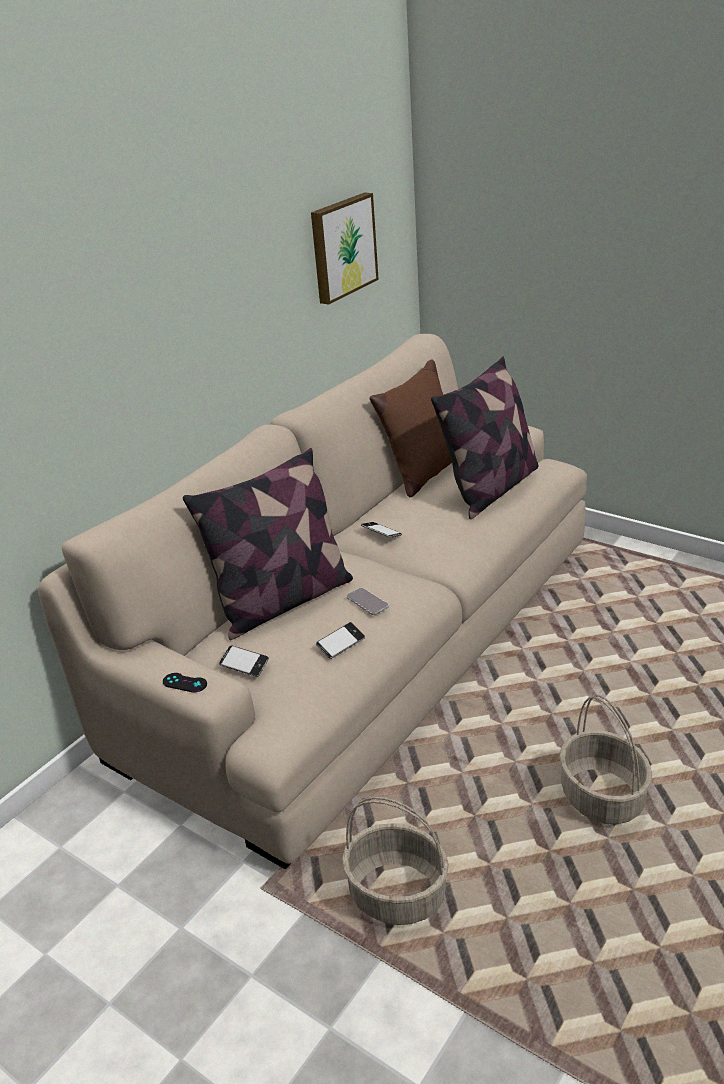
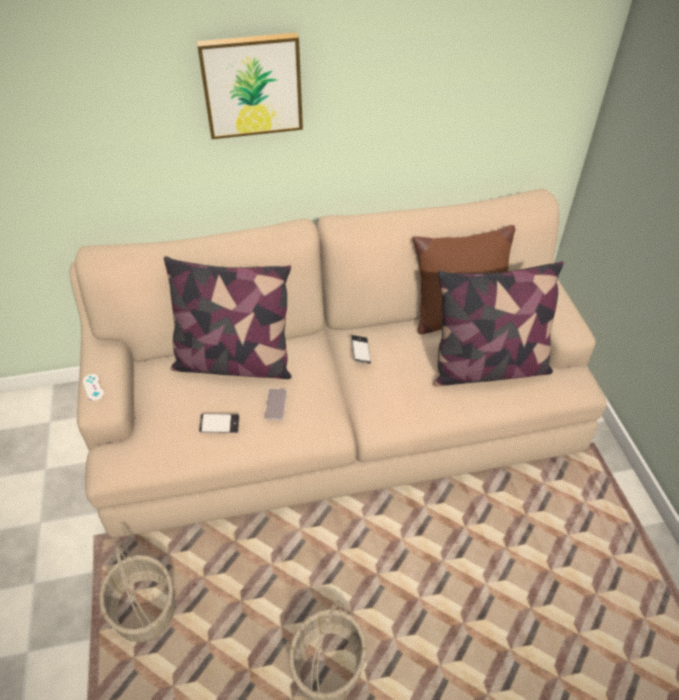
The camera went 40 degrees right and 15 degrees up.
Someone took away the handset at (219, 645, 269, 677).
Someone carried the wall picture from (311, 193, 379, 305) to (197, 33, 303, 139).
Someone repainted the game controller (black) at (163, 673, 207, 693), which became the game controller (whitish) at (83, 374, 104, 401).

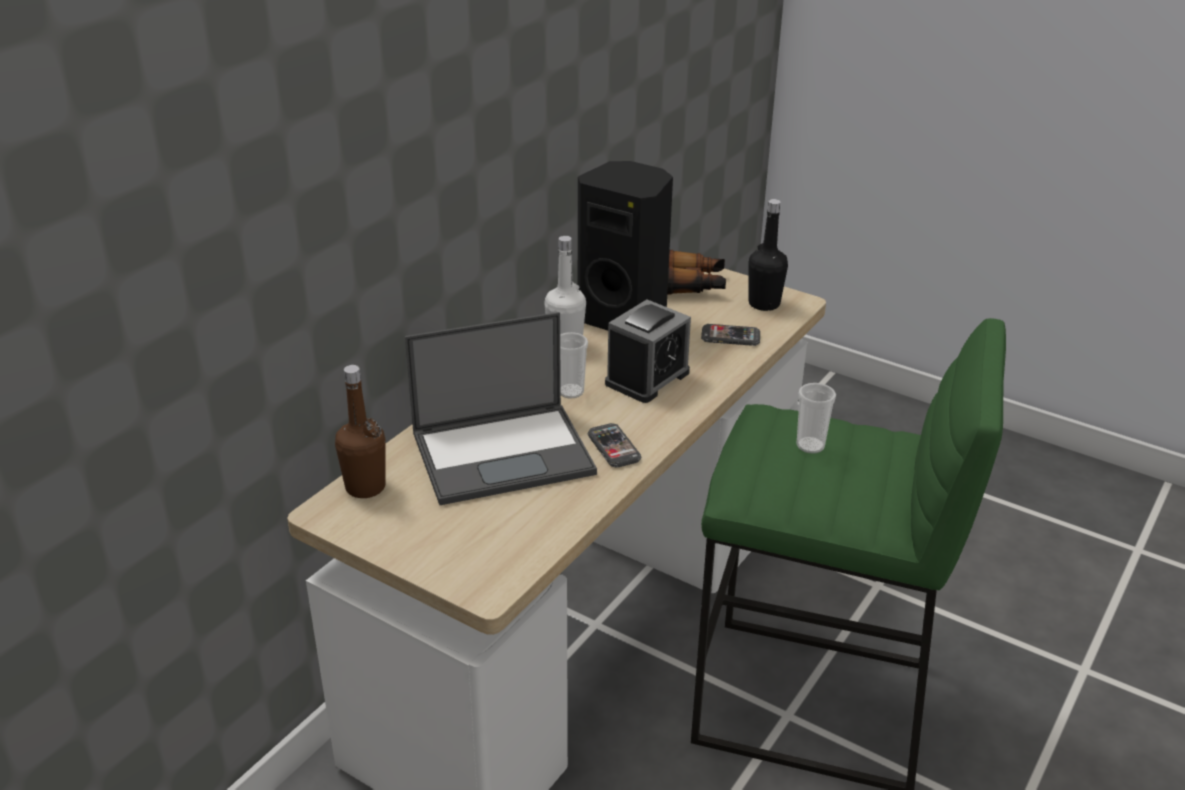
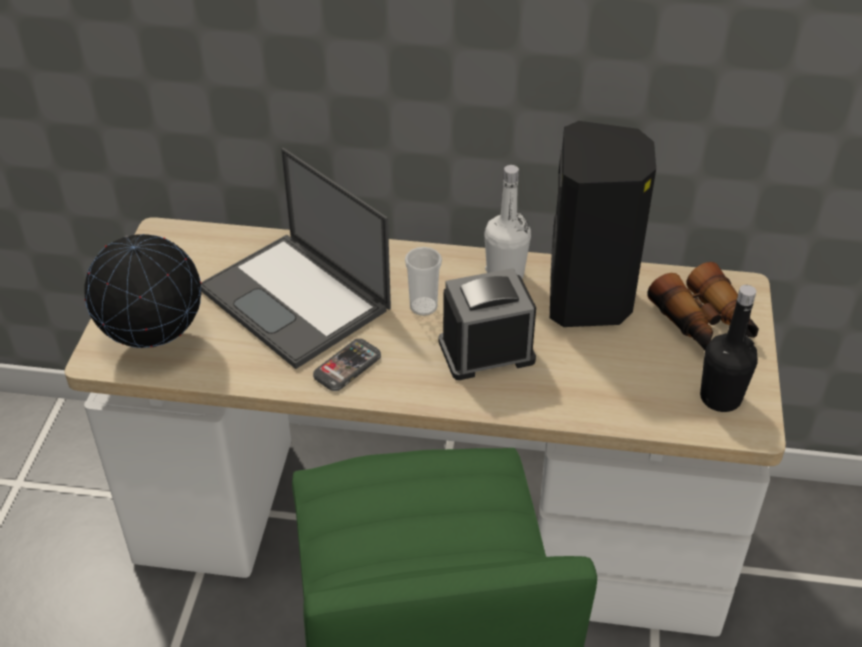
The camera went 65 degrees right and 10 degrees up.
Someone took away the drink bottle (brownish) at (335, 365, 385, 498).
Someone took away the handset at (701, 324, 760, 346).
Someone took away the small cup at (797, 383, 836, 454).
Someone put down the desk globe at (84, 234, 202, 348).
Someone rotated the table clock at (605, 300, 691, 403) by 150 degrees clockwise.

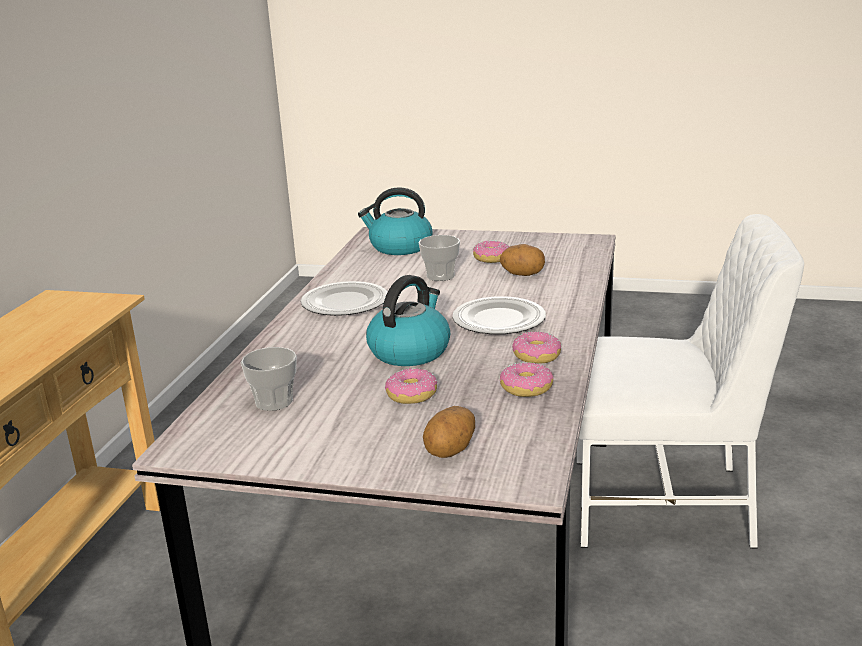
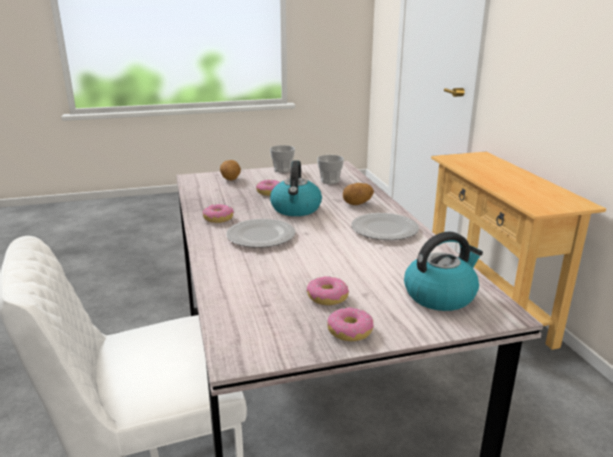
The camera went 150 degrees right and 0 degrees up.
Someone carried the small cup from (418, 235, 460, 281) to (270, 145, 295, 173).
Someone carried the whole potato from (500, 244, 545, 276) to (343, 183, 374, 205).
Someone carried the doughnut from (500, 363, 554, 397) to (327, 307, 374, 341).

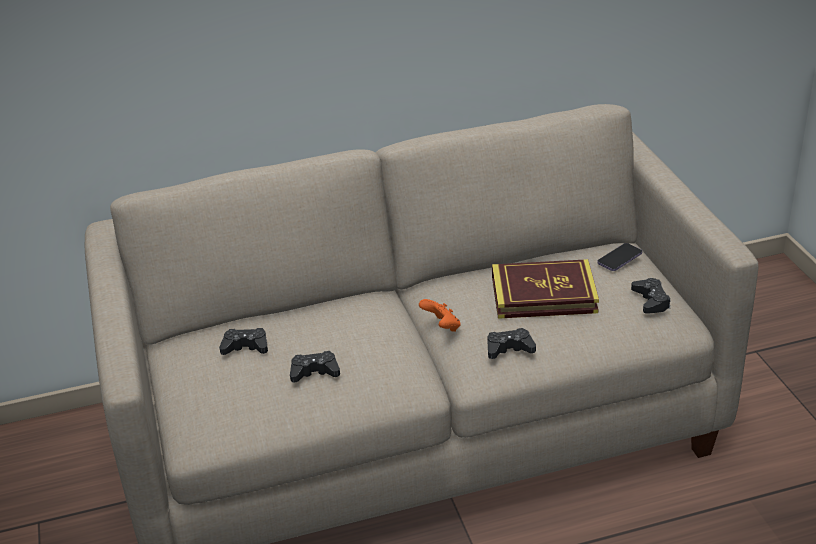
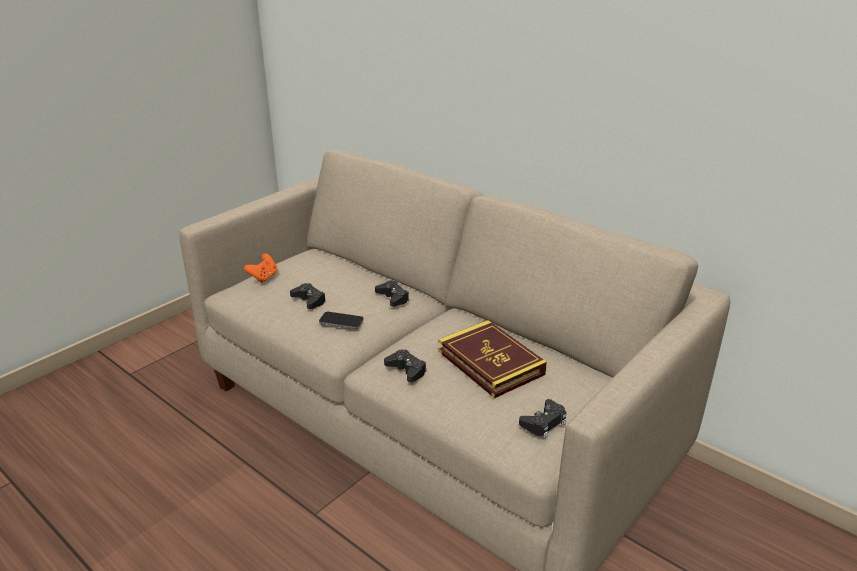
The camera went 55 degrees right and 5 degrees down.
Someone carried the game controller (black) from (219, 328, 268, 355) to (375, 281, 409, 307).
Someone carried the game controller (orangey) from (419, 299, 461, 332) to (244, 253, 277, 283).
Someone carried the handset from (597, 243, 642, 271) to (319, 312, 364, 329).

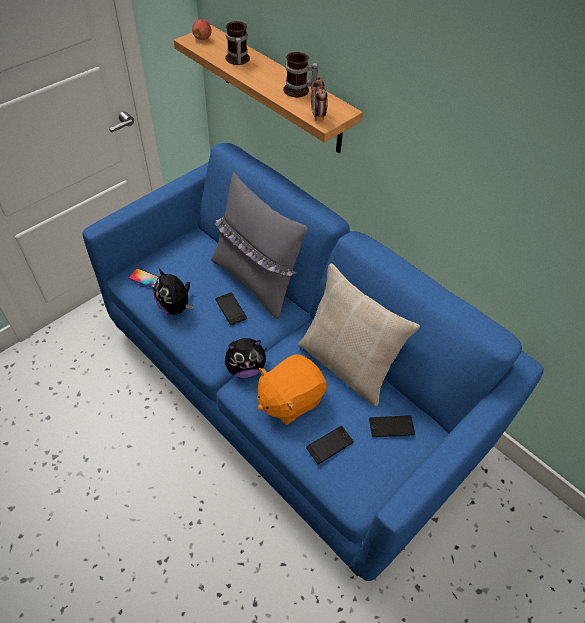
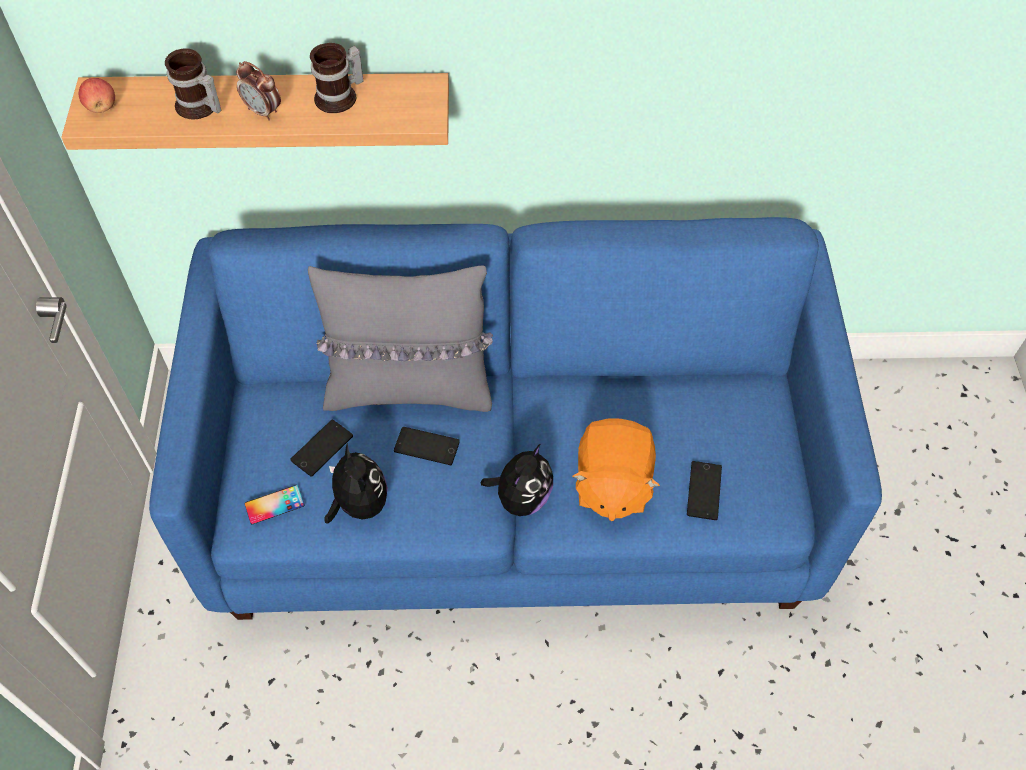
The camera went 45 degrees left and 5 degrees up.
Someone took away the pillow (sand-coloured) at (298, 264, 420, 407).
Someone carried the table clock from (311, 77, 328, 121) to (236, 61, 281, 121).
Someone carried the handset from (369, 415, 415, 437) to (290, 420, 353, 477).
Someone rotated the cuddly toy at (154, 268, 194, 315) by 120 degrees counterclockwise.

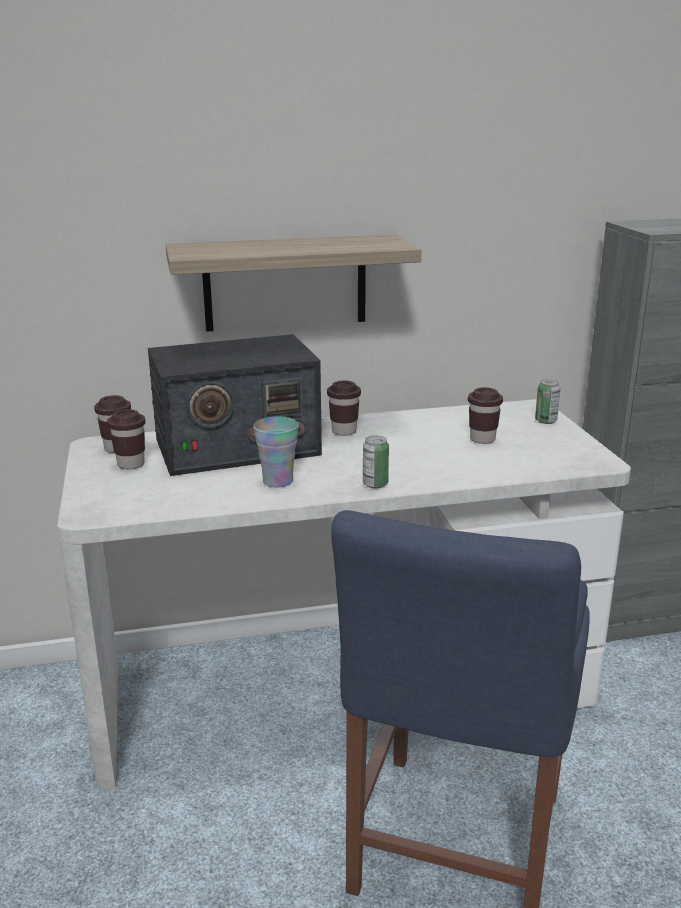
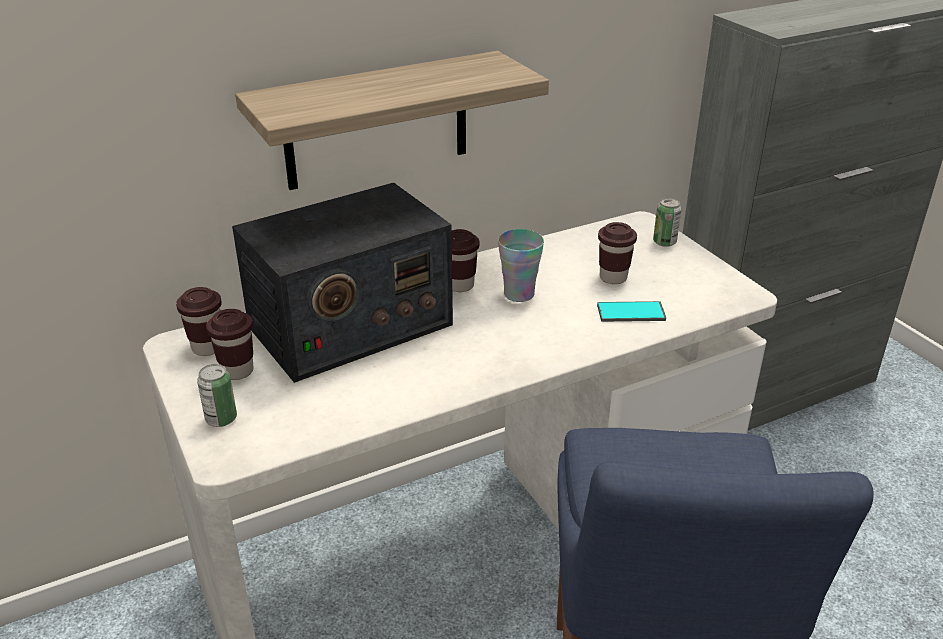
The camera went 15 degrees left and 10 degrees up.
Someone put down the handset at (597, 301, 666, 322).
Someone carried the small cup from (254, 416, 298, 487) to (498, 229, 544, 302).
Someone carried the sealed can from (363, 436, 389, 488) to (197, 364, 237, 427).

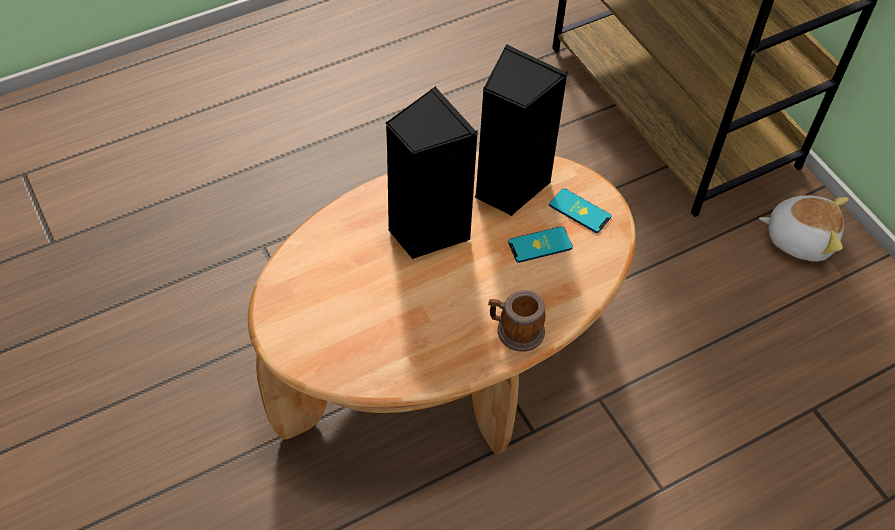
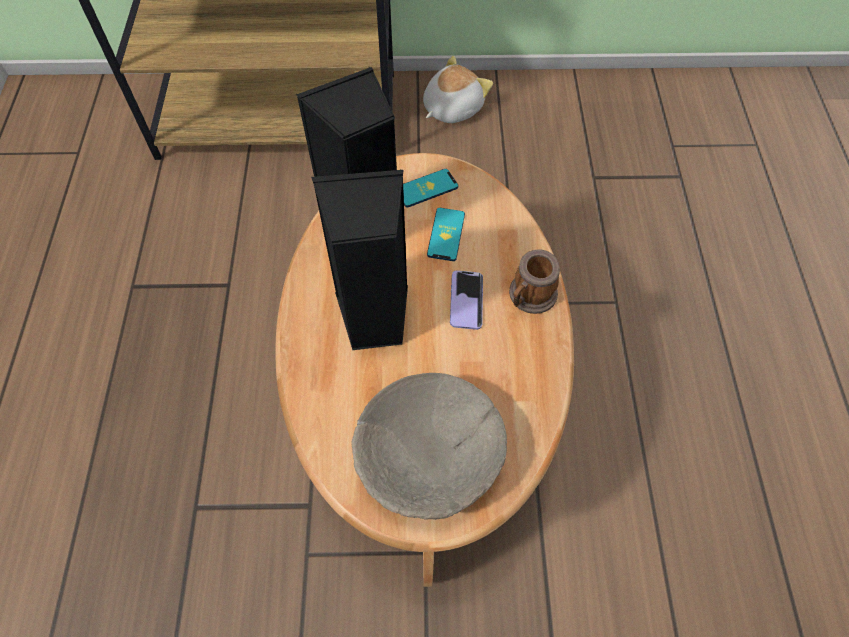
The camera went 60 degrees left and 5 degrees up.
Someone put down the deep dish (sand-coloured) at (351, 373, 507, 520).
Someone put down the handset at (450, 270, 483, 330).

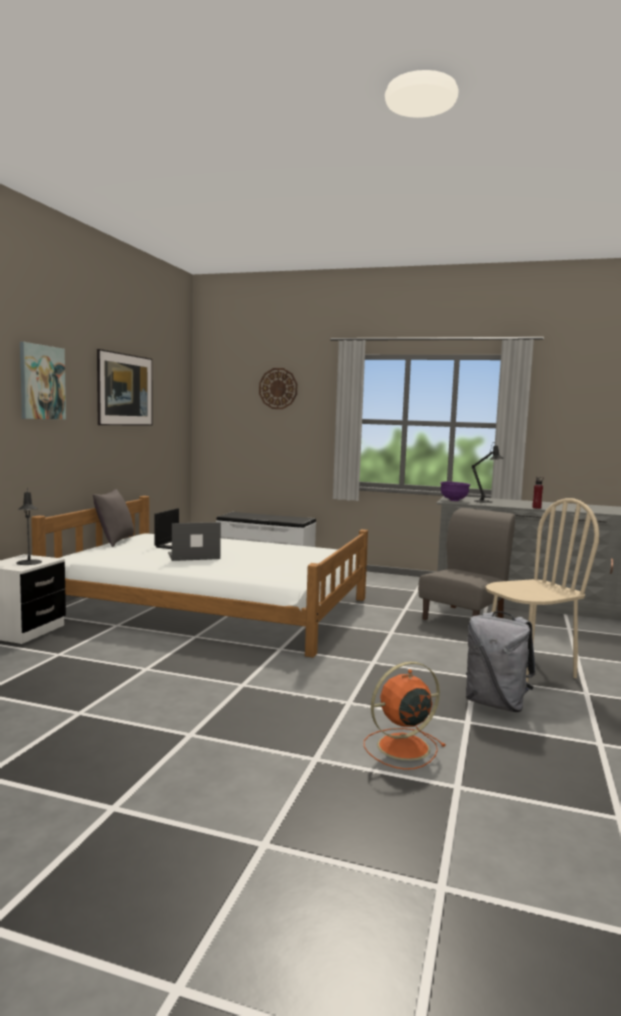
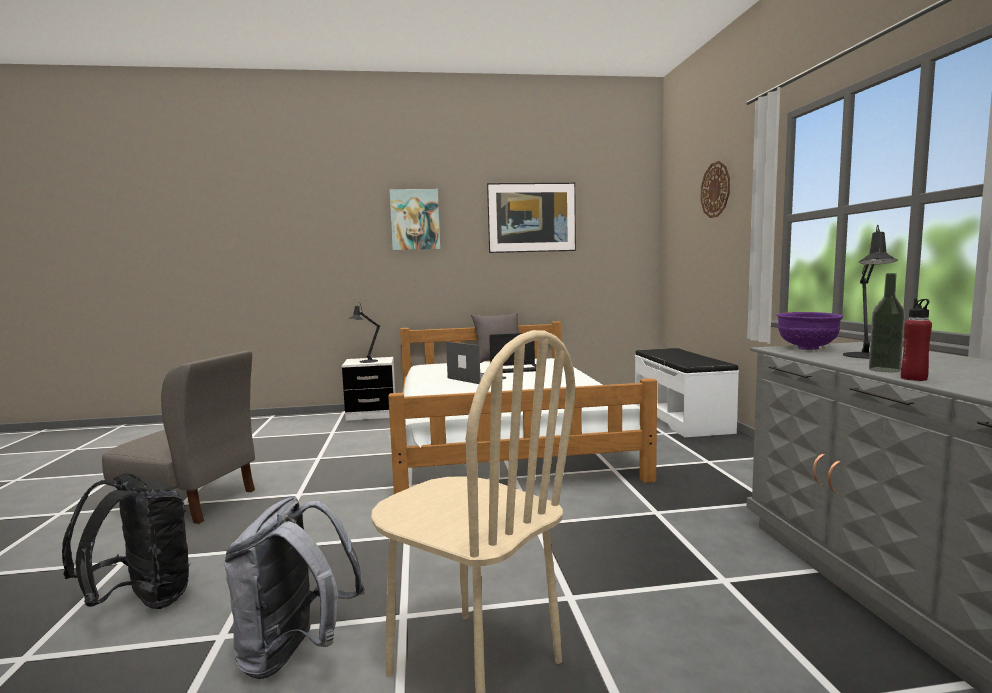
The camera went 65 degrees right and 0 degrees up.
Someone put down the drink bottle at (869, 273, 905, 372).
Someone carried the upright chair (gray) from (418, 508, 515, 620) to (102, 350, 255, 524).
Someone swapped the fan (orangey) at (364, 661, 446, 770) for the knapsack (black) at (62, 473, 191, 609).

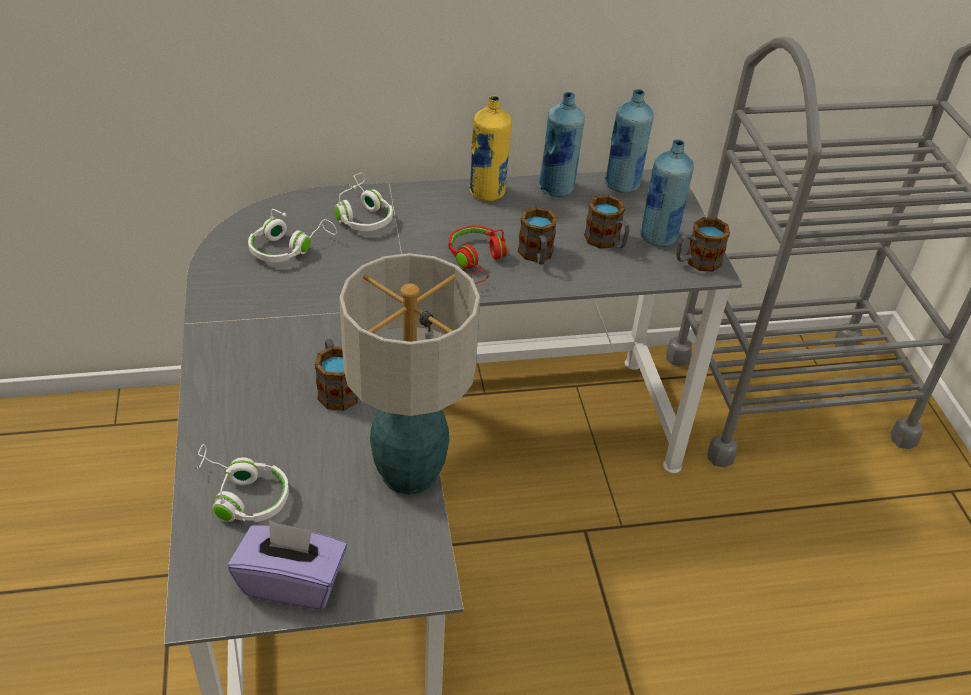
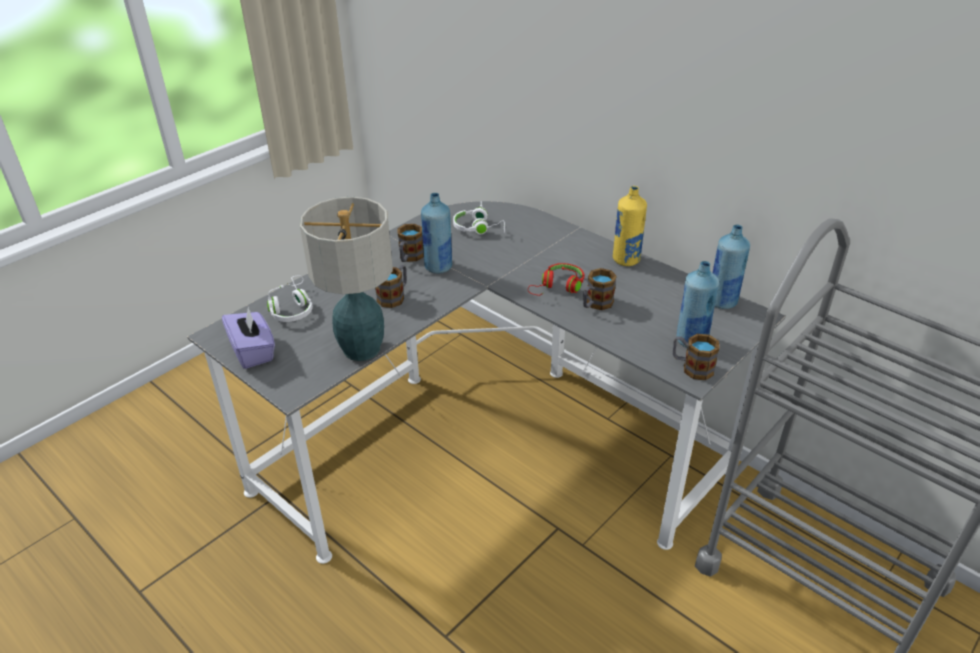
The camera went 55 degrees right and 5 degrees down.
Someone took away the pair of headphones (whitish) at (334, 173, 393, 231).
Someone carried the drink bottle (blue) from (539, 92, 585, 197) to (421, 193, 452, 274).
Someone carried the coffee mug from (584, 195, 629, 248) to (398, 224, 424, 262).

